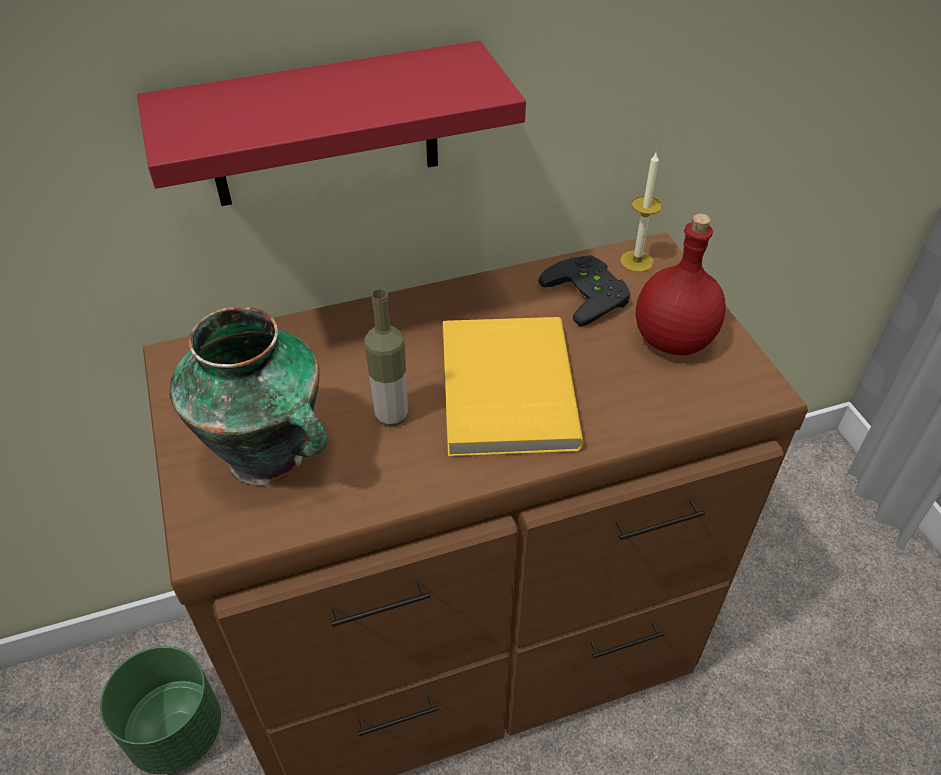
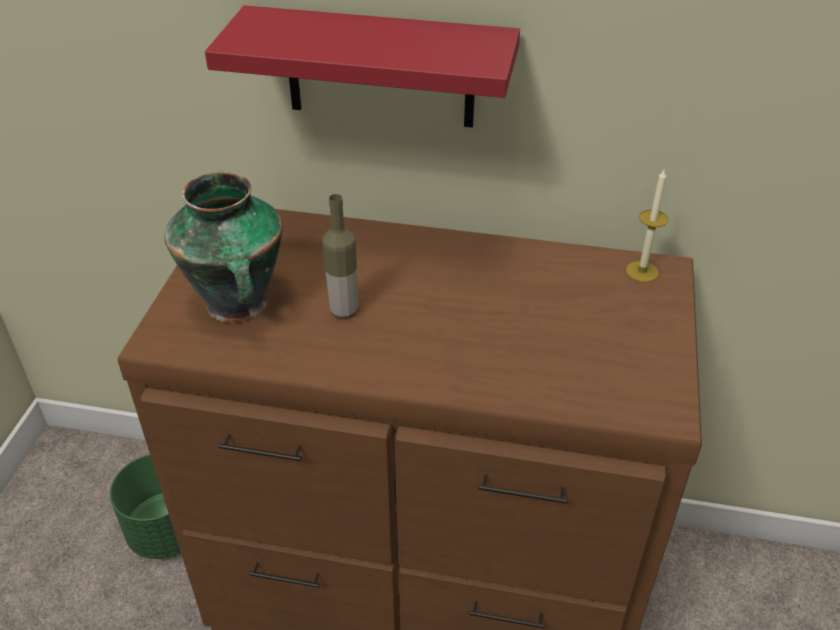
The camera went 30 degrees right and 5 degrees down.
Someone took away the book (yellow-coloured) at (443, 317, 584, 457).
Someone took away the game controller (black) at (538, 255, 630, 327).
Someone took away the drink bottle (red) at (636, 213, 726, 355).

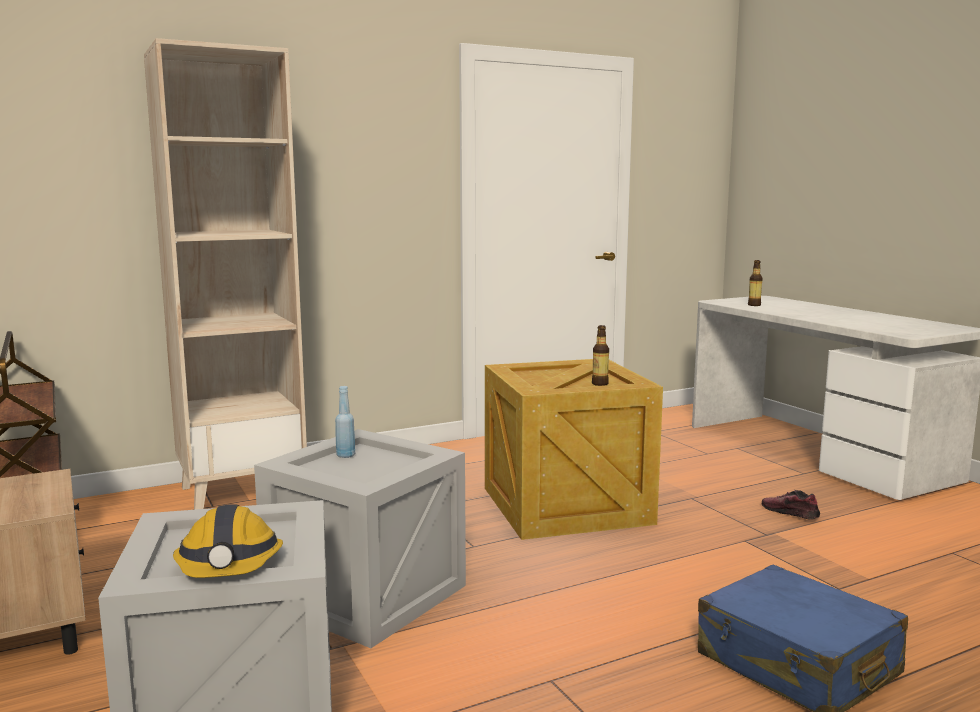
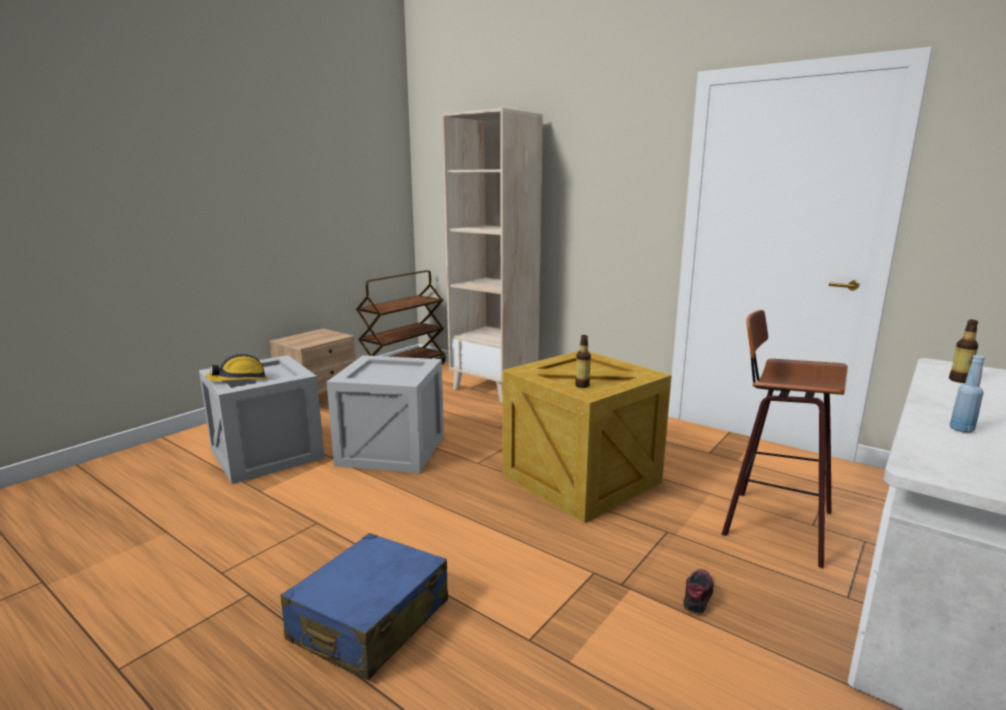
The camera went 65 degrees right and 5 degrees up.
Someone put down the stool at (721, 310, 848, 568).
Someone carried the drink bottle (blue) from (335, 386, 355, 458) to (950, 355, 985, 433).

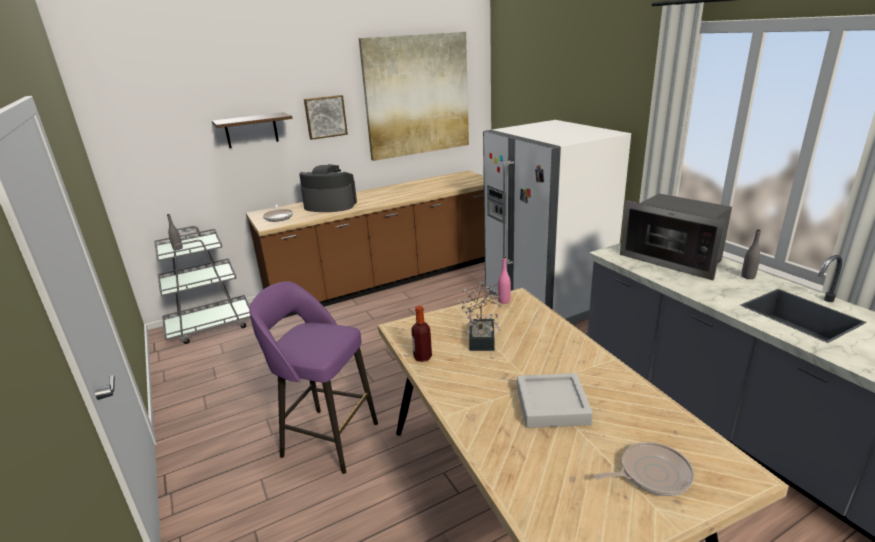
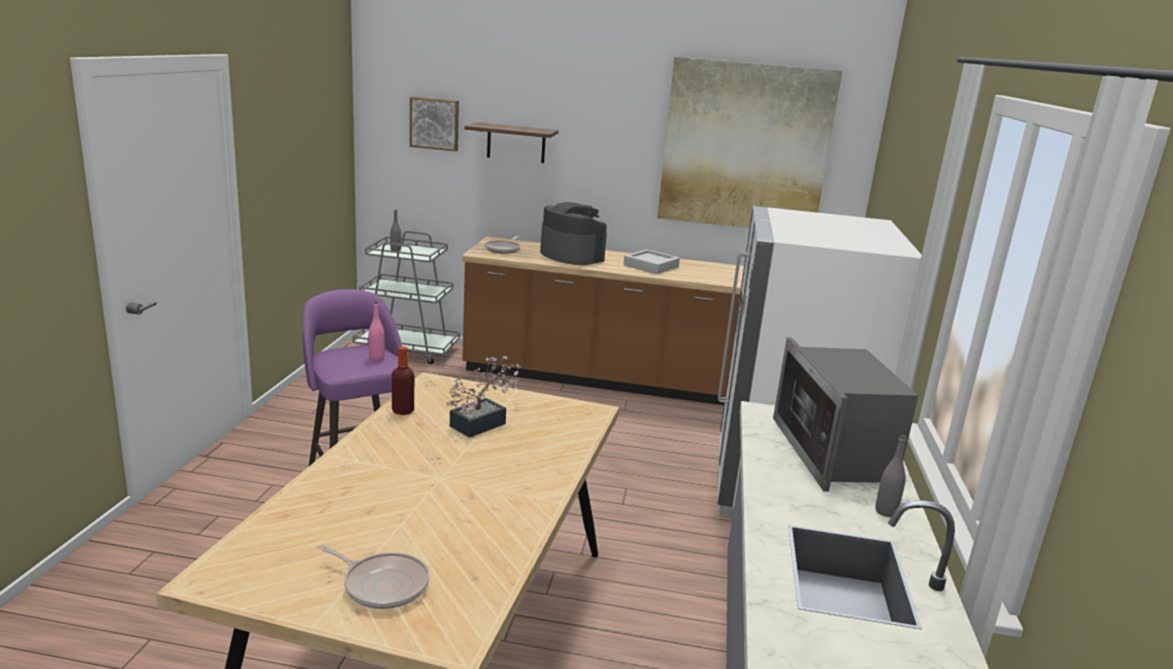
The camera went 35 degrees right and 5 degrees down.
Someone carried the wall picture from (304, 95, 348, 140) to (410, 97, 459, 151).
Someone carried the drink bottle (pink-coloured) from (498, 257, 511, 304) to (368, 301, 385, 361).
Someone carried the carrying tray (gray) from (517, 373, 593, 428) to (624, 249, 680, 274).

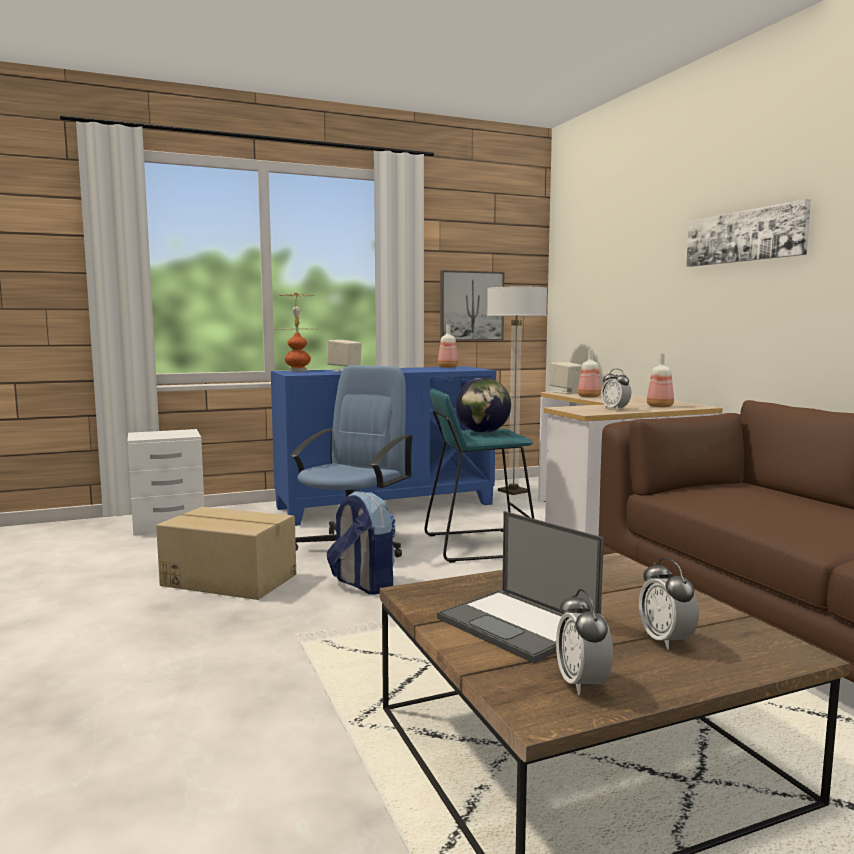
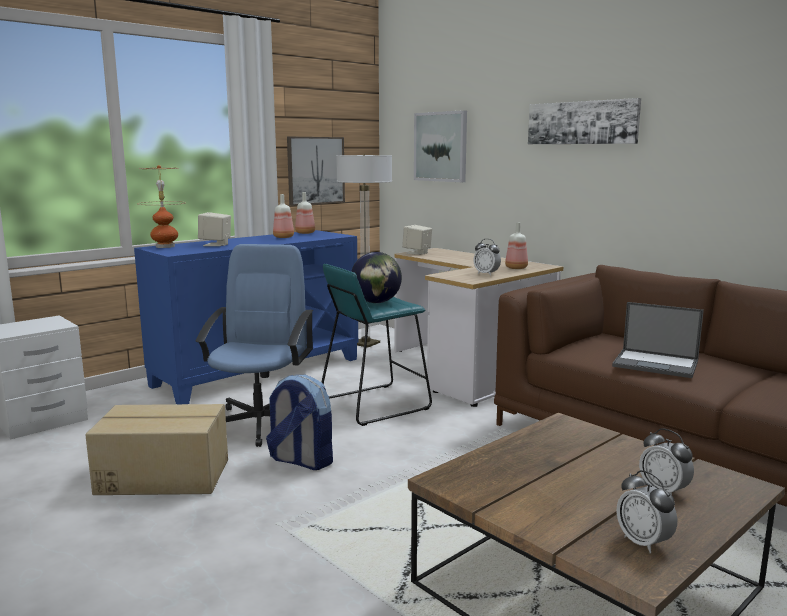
The camera went 20 degrees left and 5 degrees up.
Someone put up the wall picture at (414, 110, 467, 182).
Someone carried the notebook computer from (437, 511, 604, 663) to (612, 302, 704, 378).
Someone carried the drink bottle from (578, 350, 601, 398) to (273, 194, 294, 238).

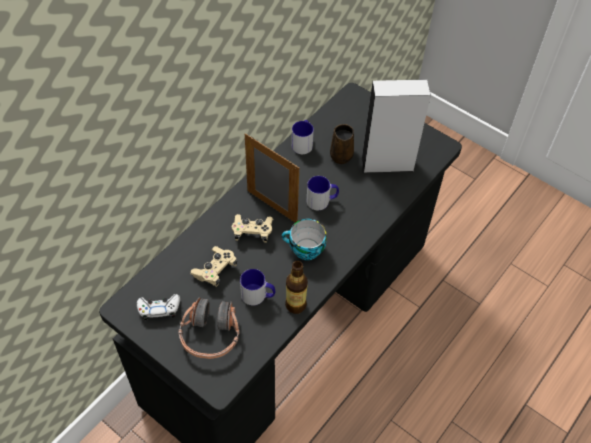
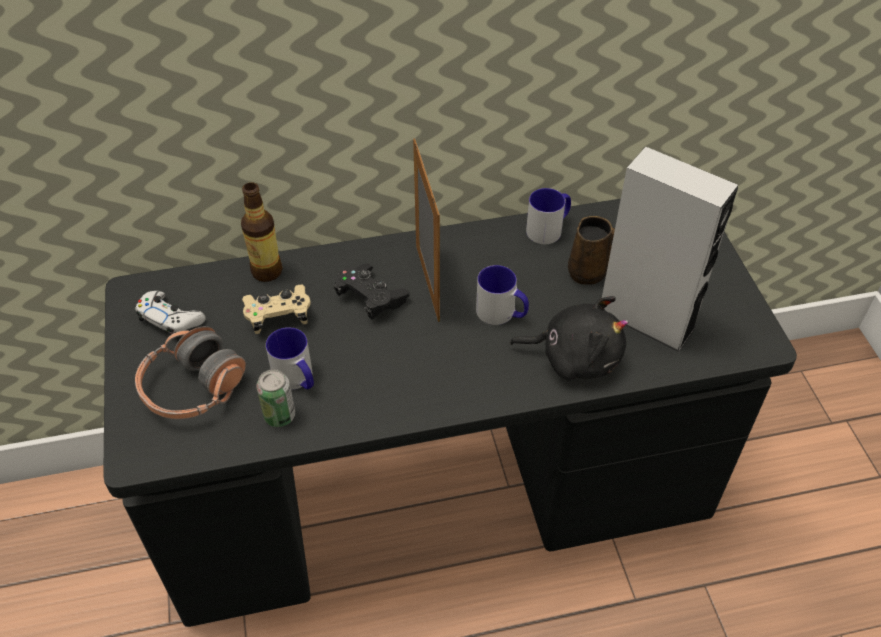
The camera went 40 degrees right and 5 degrees down.
Someone took away the small cup at (282, 219, 327, 260).
Someone put down the sealed can at (256, 369, 295, 427).
Someone put down the cuddly toy (black) at (509, 296, 628, 381).
Someone carried the drink bottle from (285, 261, 308, 314) to (241, 182, 283, 282).
Someone repainted the game controller (sand-coloured) at (232, 214, 273, 243), which became the game controller (black) at (334, 263, 410, 320).

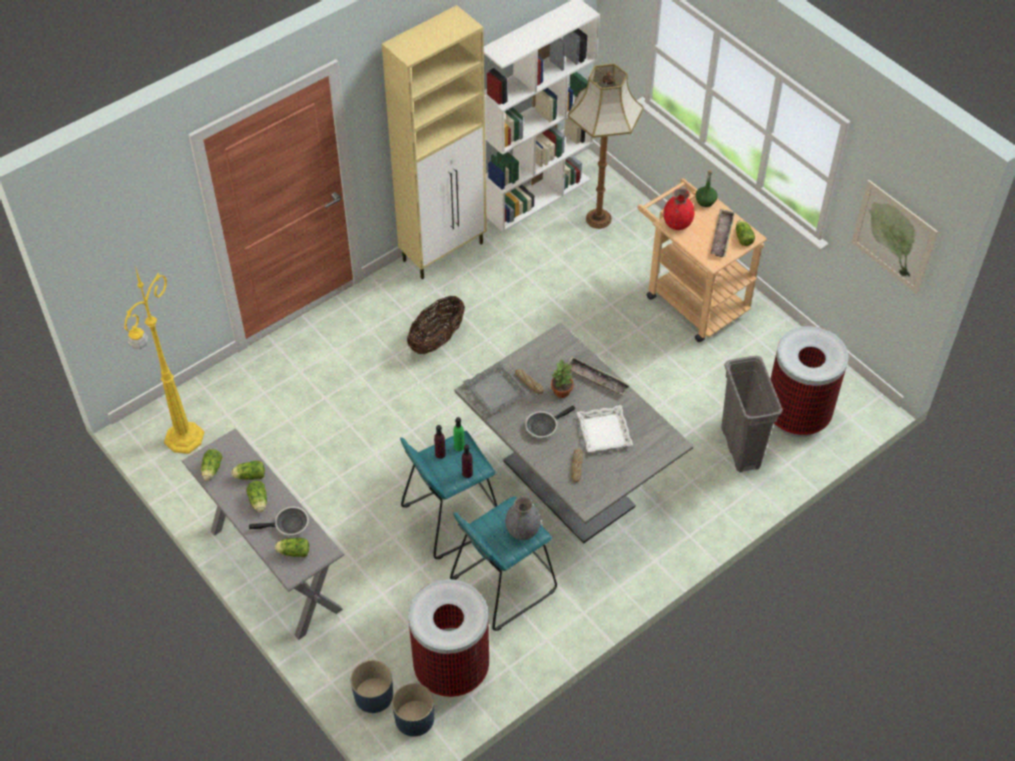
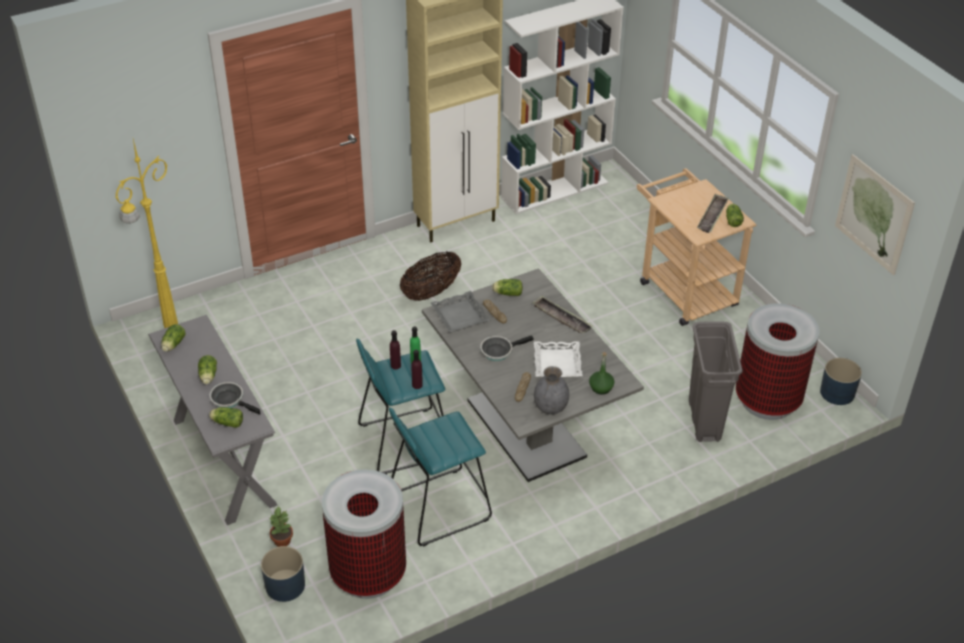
The camera went 10 degrees right and 10 degrees down.
Someone took away the floor lamp at (568, 64, 644, 229).
Someone took away the flower vase (red) at (663, 188, 695, 230).
Someone carried the lettuce from (231, 461, 265, 480) to (492, 279, 523, 296).
Someone carried the flower pot (blue) from (392, 683, 434, 737) to (820, 358, 862, 405).
Someone carried the flower vase (gray) from (505, 496, 541, 540) to (534, 366, 569, 414).
Someone carried the plant in a pot from (551, 359, 573, 398) to (270, 506, 293, 547).
Someone carried the drink bottle (green-coloured) from (695, 170, 718, 207) to (589, 352, 614, 395).
Someone rotated the skillet at (249, 507, 309, 536) by 150 degrees counterclockwise.

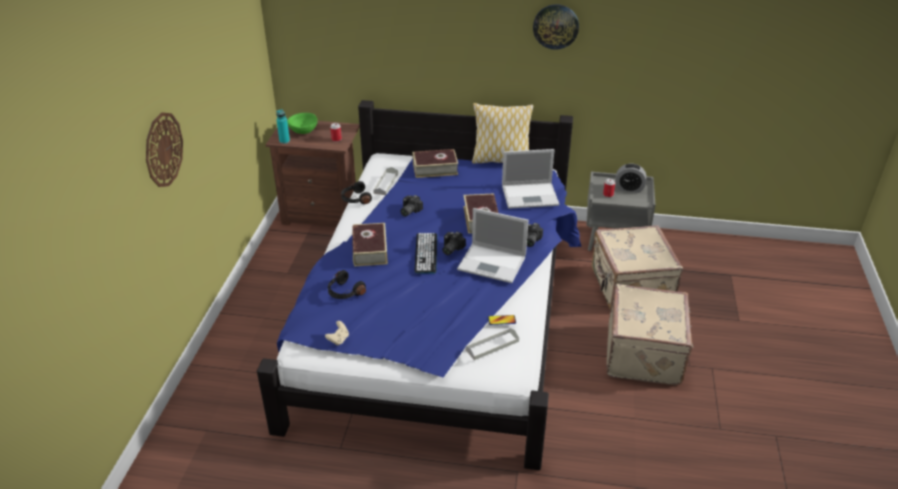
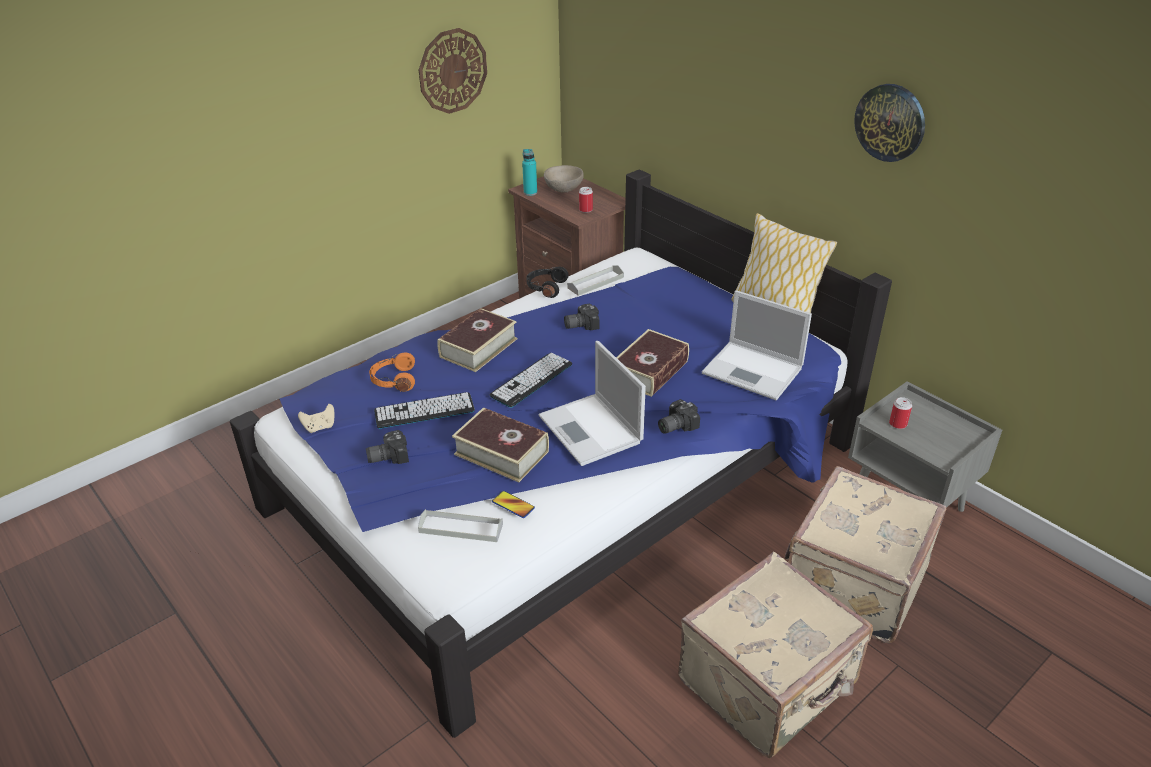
The camera went 40 degrees right and 0 degrees up.
Someone took away the table clock at (615, 164, 646, 193).
Someone put down the keyboard at (374, 392, 475, 429).
Someone carried the wall clock from (146, 112, 183, 187) to (419, 28, 487, 114).
Someone carried the book from (412, 149, 458, 178) to (452, 407, 549, 482).
Someone carried the still camera from (442, 232, 466, 255) to (366, 430, 409, 464).
Someone repainted the deep dish (green-coloured) at (287, 113, 317, 134), which became the deep dish (sand-coloured) at (544, 165, 584, 192).
Someone repainted the pair of headphones (black) at (328, 270, 366, 299), which became the pair of headphones (orangey) at (369, 353, 415, 392).

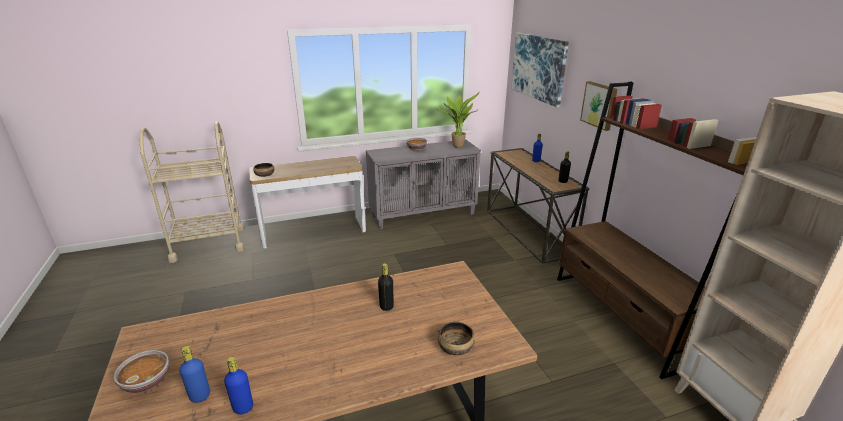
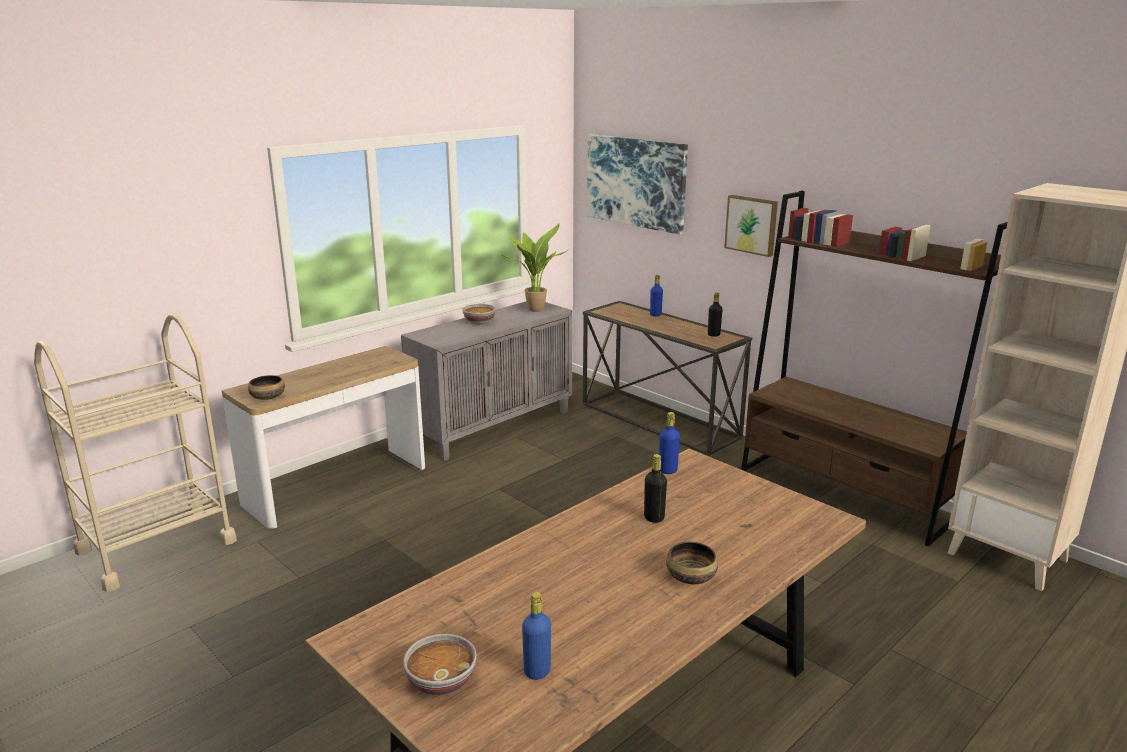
The camera went 25 degrees left and 5 degrees down.
Someone carried the drink bottle (blue) from (224, 357, 253, 414) to (659, 412, 680, 474).
Someone carried the deep dish from (438, 322, 475, 355) to (666, 541, 718, 584).

